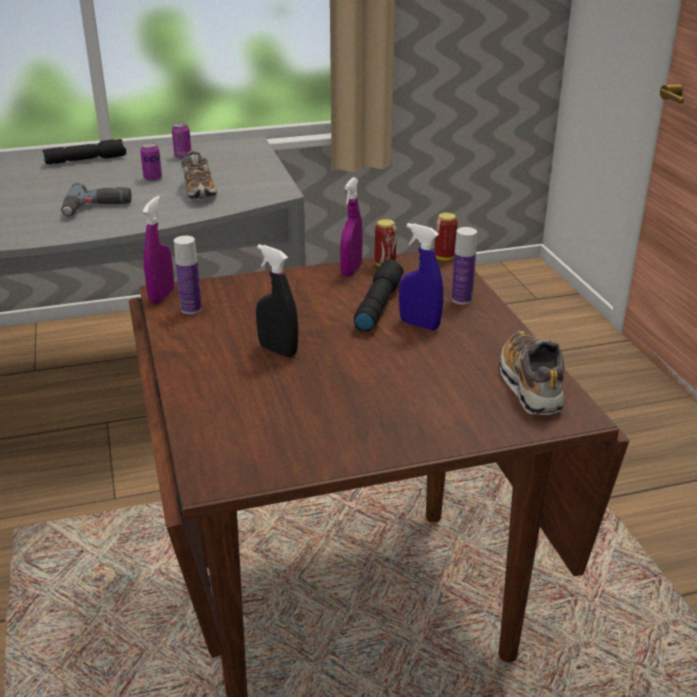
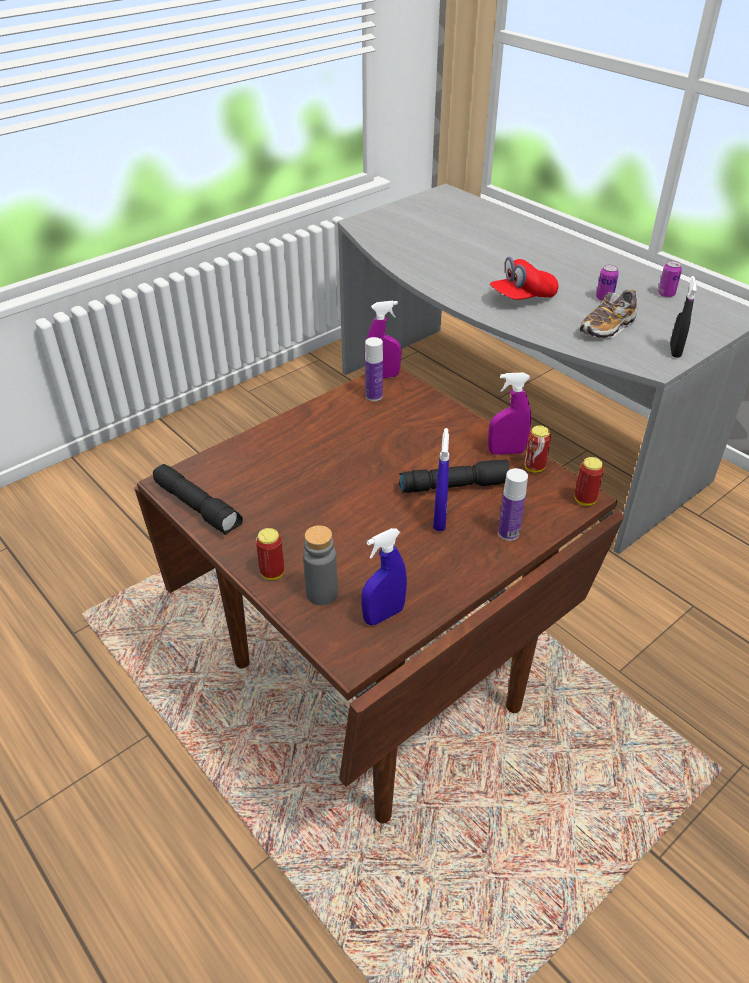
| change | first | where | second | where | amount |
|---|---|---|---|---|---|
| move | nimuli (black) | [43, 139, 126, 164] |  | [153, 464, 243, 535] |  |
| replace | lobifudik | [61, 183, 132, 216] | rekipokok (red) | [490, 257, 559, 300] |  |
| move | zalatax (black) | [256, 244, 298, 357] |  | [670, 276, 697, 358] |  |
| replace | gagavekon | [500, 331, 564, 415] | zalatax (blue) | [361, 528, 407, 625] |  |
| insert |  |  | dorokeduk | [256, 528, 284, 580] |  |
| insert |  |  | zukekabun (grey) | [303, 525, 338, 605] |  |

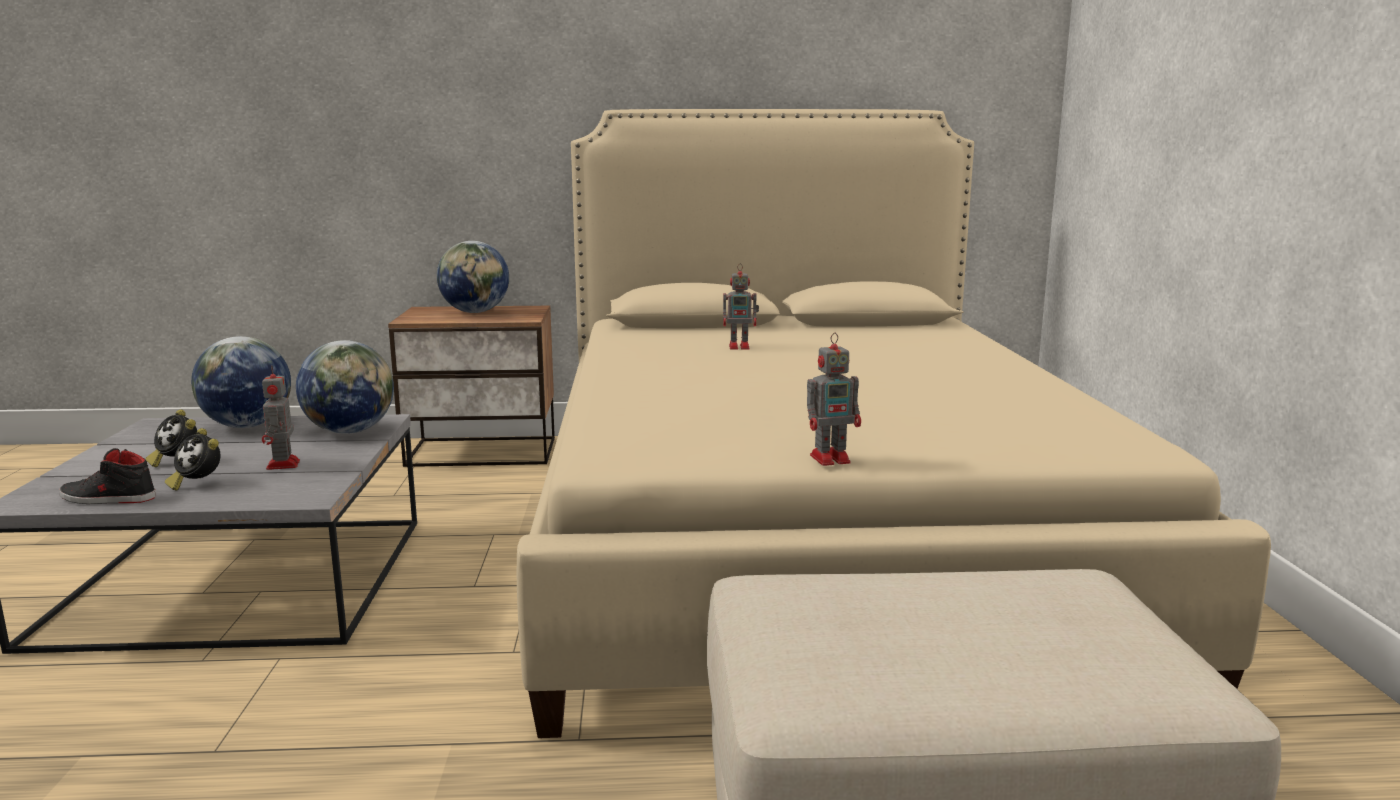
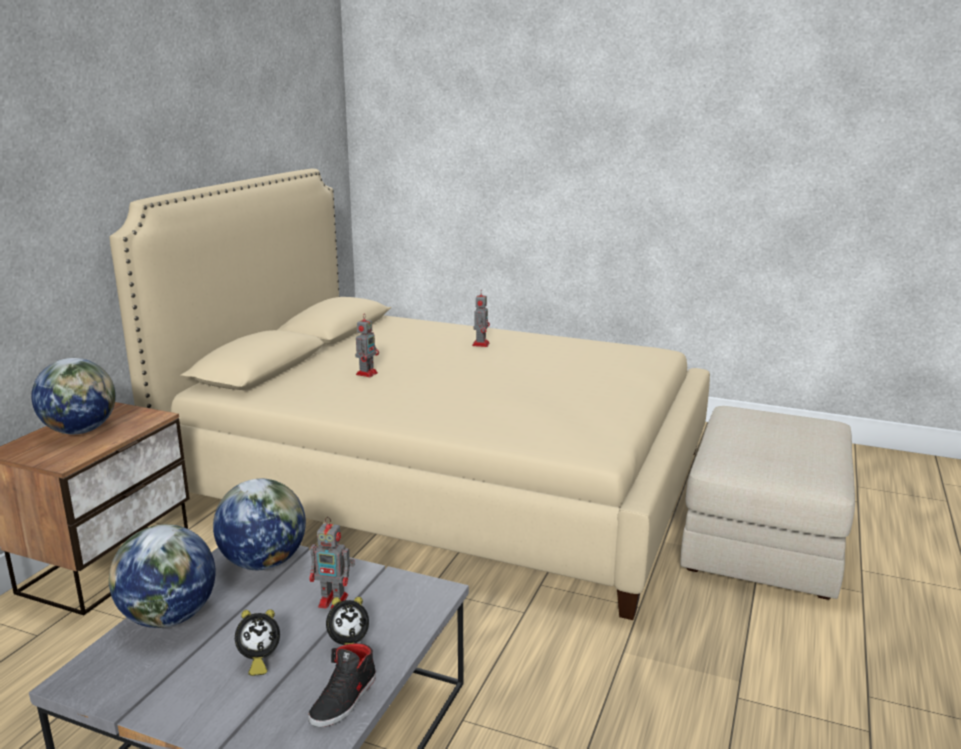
| change | first | where | second | where | amount |
|---|---|---|---|---|---|
| move | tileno | [807, 333, 861, 466] |  | [472, 290, 490, 347] |  |

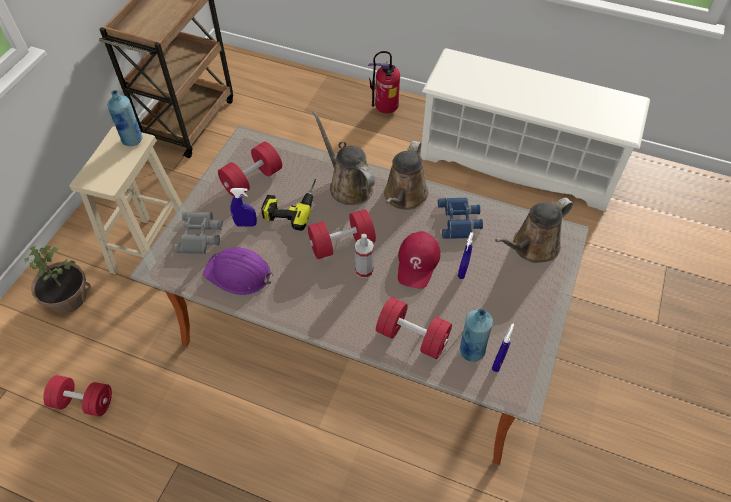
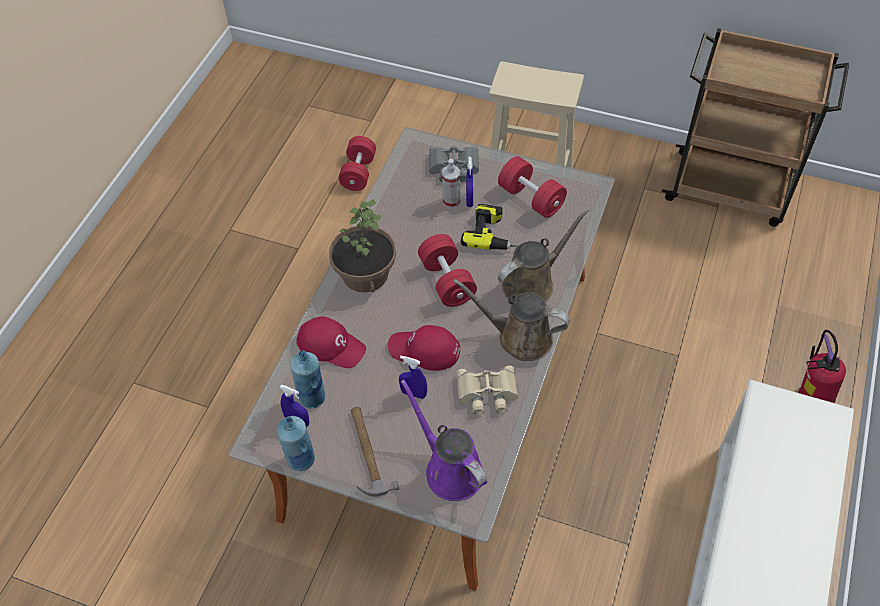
| change | first | where | second | where | amount |
|---|---|---|---|---|---|
| move | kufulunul | [24, 246, 91, 313] |  | [329, 199, 396, 293] |  |
| move | zukekabun (blue) | [107, 90, 142, 146] |  | [277, 416, 315, 471] |  |
| delete | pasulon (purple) | [203, 247, 273, 295] |  |  |  |
| move | zalatax | [355, 234, 374, 278] |  | [442, 159, 460, 208] |  |
| replace | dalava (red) | [376, 297, 452, 359] | rekipokok (red) | [296, 316, 366, 368] |  |
| recolor | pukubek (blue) | [438, 197, 483, 239] | pukubek (beige) | [457, 365, 518, 415] |  |
| recolor | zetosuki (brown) | [495, 197, 573, 263] | zetosuki (purple) | [401, 379, 487, 501] |  |
| insert |  |  | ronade | [351, 407, 399, 497] |  |

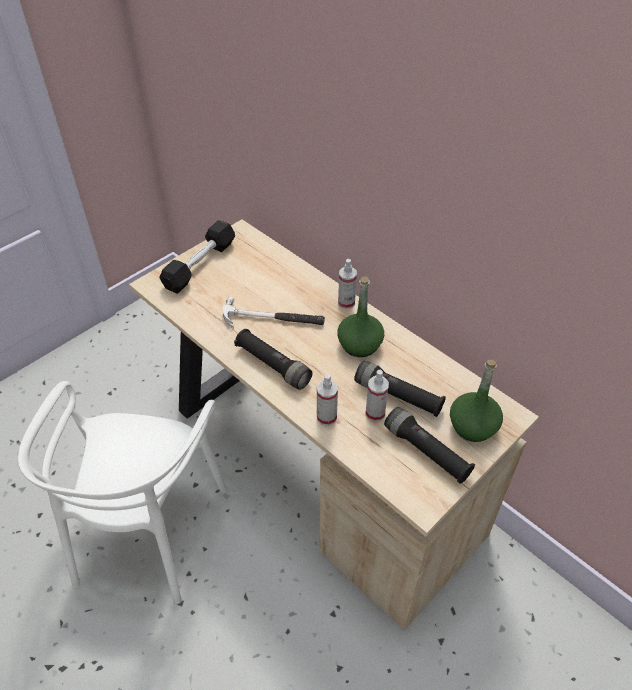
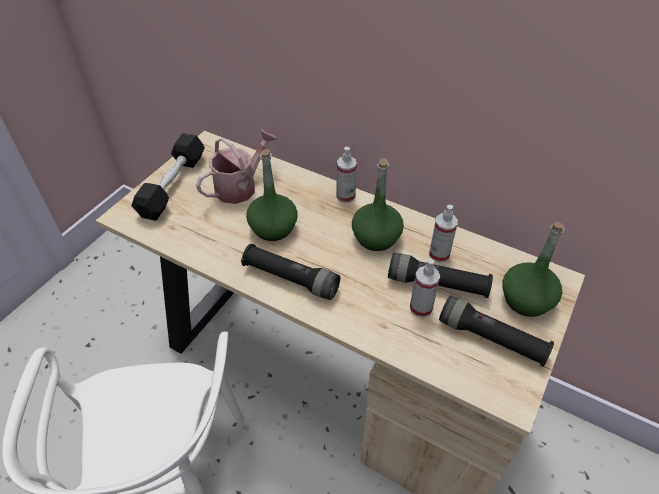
| change | first | where | second | where | amount |
|---|---|---|---|---|---|
| replace | ronade | [222, 297, 325, 328] | zukekabun (green) | [246, 149, 298, 241] |  |
| move | zalatax | [317, 374, 338, 426] |  | [429, 205, 458, 263] |  |
| insert |  |  | zetosuki | [196, 129, 277, 204] |  |

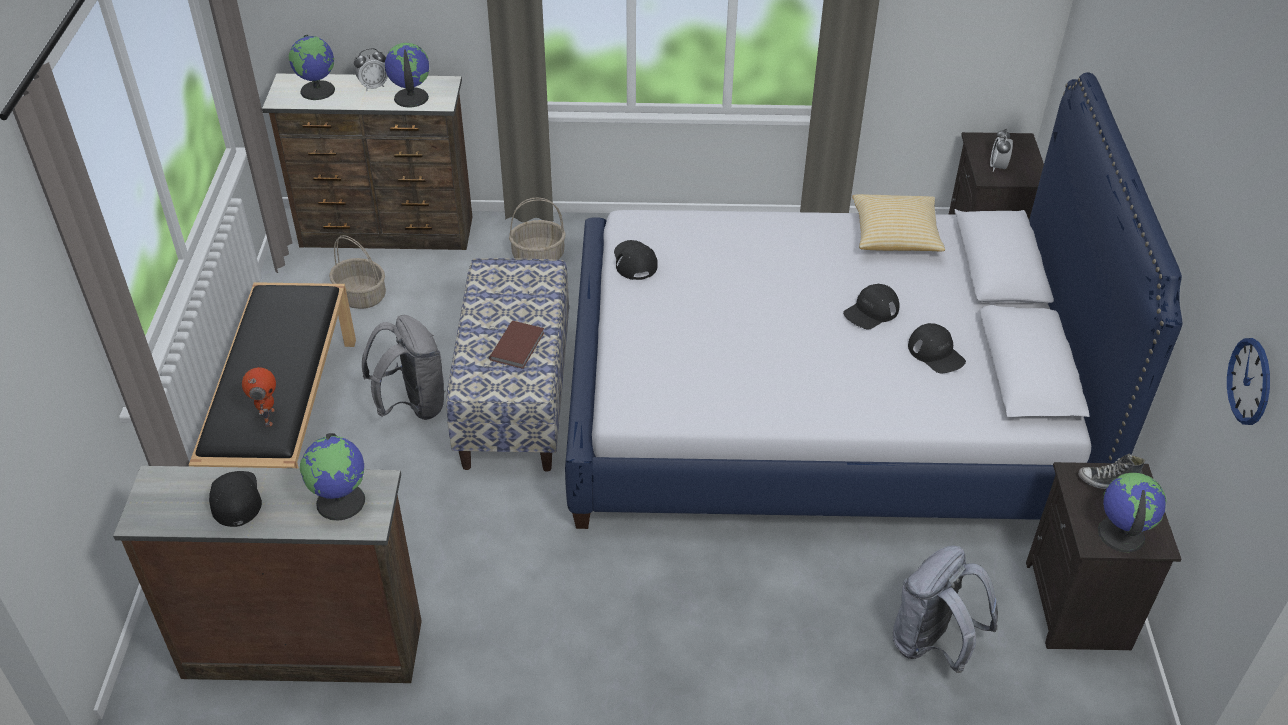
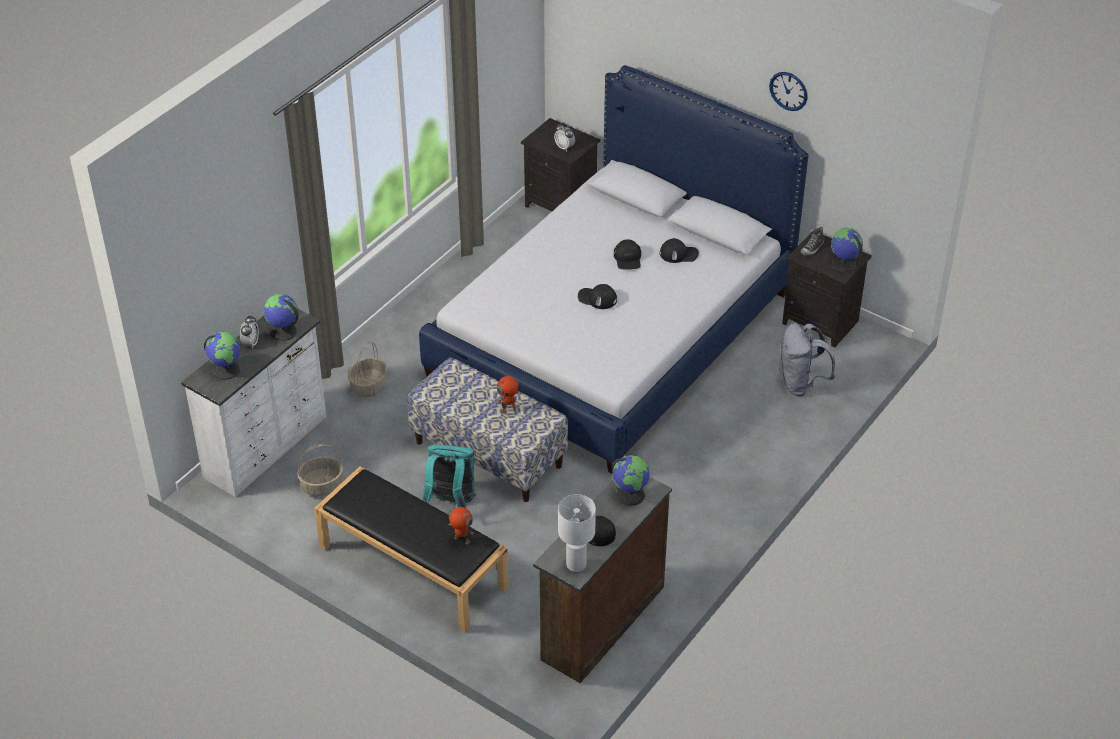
| change | first | where | second | where | amount |
|---|---|---|---|---|---|
| recolor | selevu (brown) | [262, 73, 472, 250] | selevu (white) | [181, 309, 327, 497] |  |
| recolor | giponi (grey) | [362, 315, 446, 420] | giponi (turquoise) | [423, 444, 476, 508] |  |
| replace | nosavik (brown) | [489, 321, 544, 369] | tileno | [497, 376, 519, 414] |  |
| move | rekipokok (black) | [614, 240, 658, 280] |  | [578, 284, 617, 309] |  |
| delete | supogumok | [852, 194, 945, 251] |  |  |  |
| move | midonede | [1227, 338, 1270, 425] |  | [769, 72, 808, 111] |  |
| insert |  |  | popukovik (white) | [558, 494, 596, 572] |  |

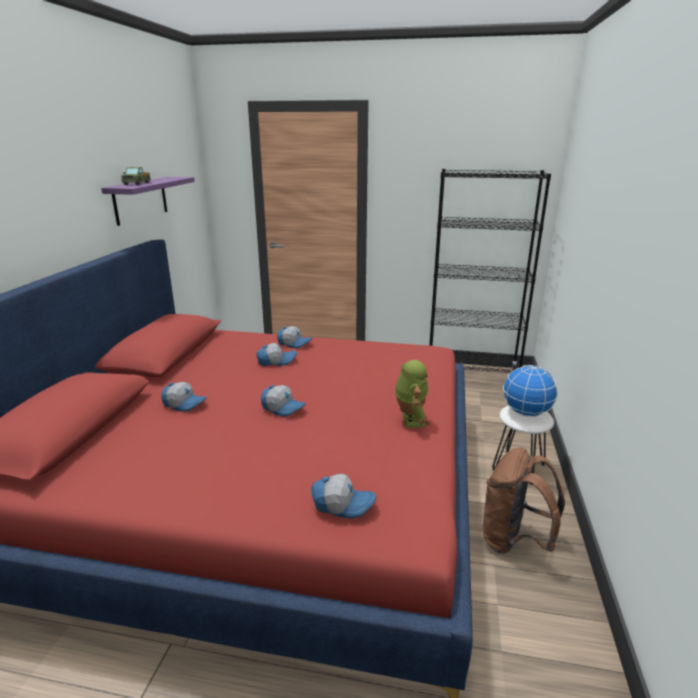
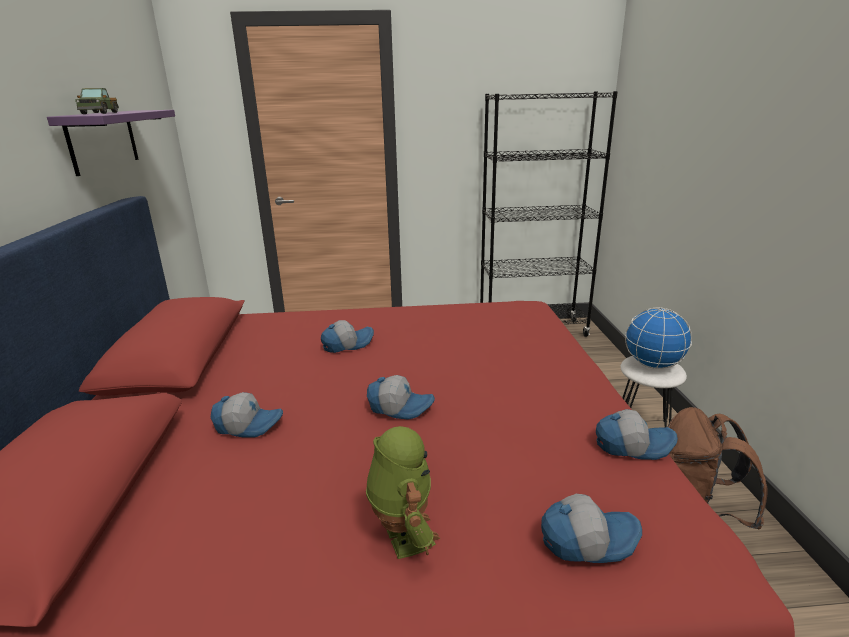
| change | first | where | second | where | amount |
|---|---|---|---|---|---|
| move | rekipokok | [277, 326, 312, 348] |  | [596, 409, 678, 460] |  |
| move | tileno | [395, 360, 430, 428] |  | [366, 426, 440, 559] |  |

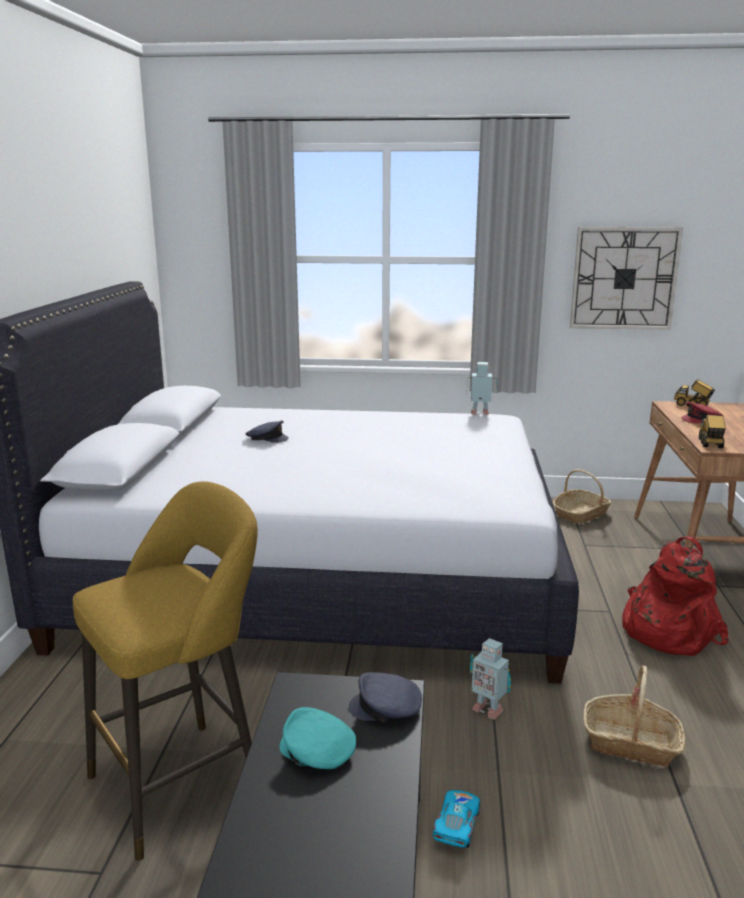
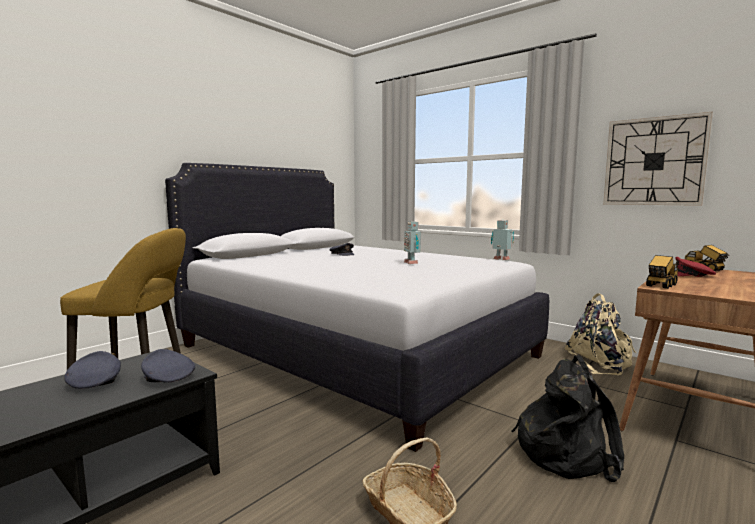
| change | first | where | second | where | amount |
|---|---|---|---|---|---|
| recolor | rekipokok (turquoise) | [279, 707, 356, 769] | rekipokok (grey) | [64, 351, 121, 389] |  |
| delete | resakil | [433, 790, 480, 848] |  |  |  |
| move | tileno | [470, 638, 511, 720] |  | [404, 221, 421, 264] |  |
| replace | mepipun | [553, 469, 611, 524] | giponi (beige) | [565, 293, 636, 375] |  |
| recolor | giponi (red) | [622, 536, 729, 656] | giponi (black) | [511, 355, 624, 482] |  |

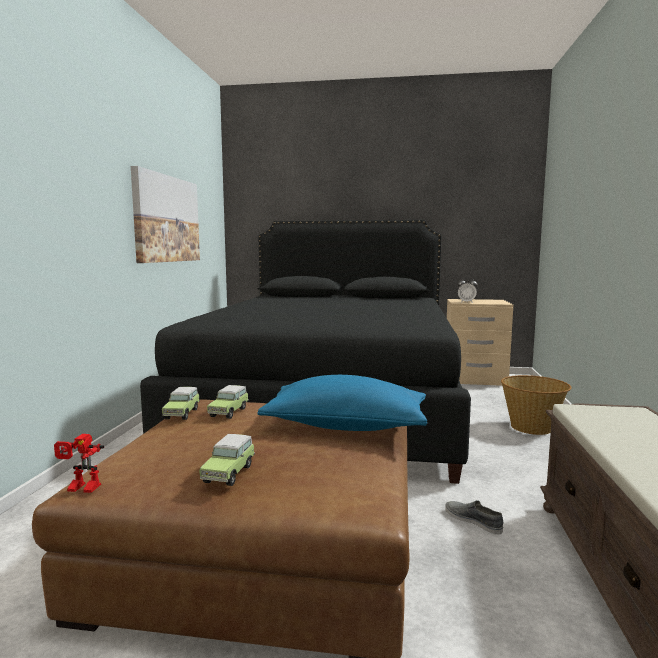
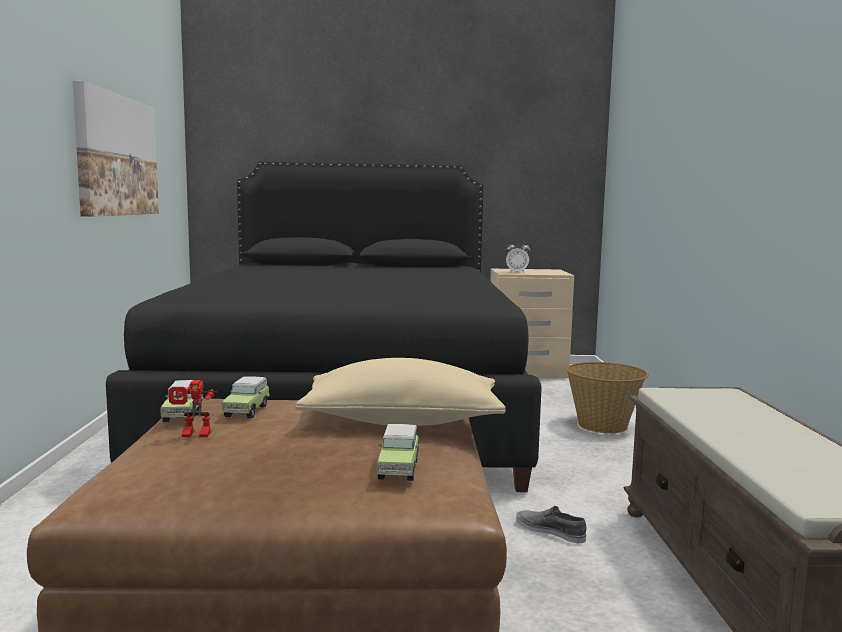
| change | first | where | second | where | amount |
|---|---|---|---|---|---|
| move | tileno | [54, 434, 104, 493] |  | [169, 380, 217, 437] |  |
| move | resakil | [199, 434, 255, 486] |  | [377, 424, 420, 481] |  |
| recolor | supogumok (blue) | [257, 375, 427, 431] | supogumok (beige) | [296, 358, 506, 426] |  |

